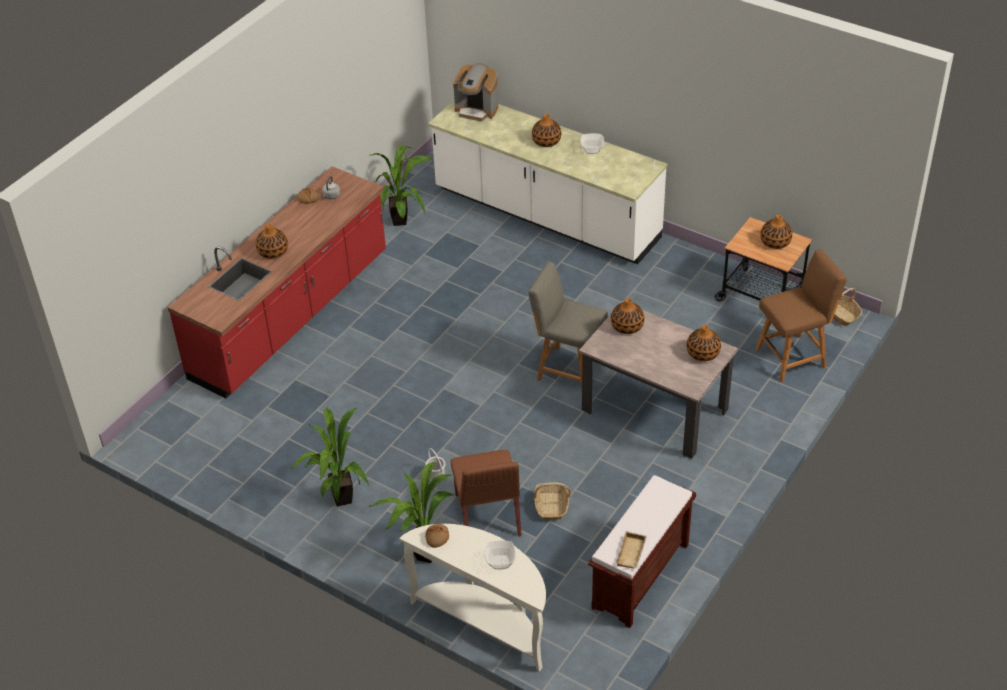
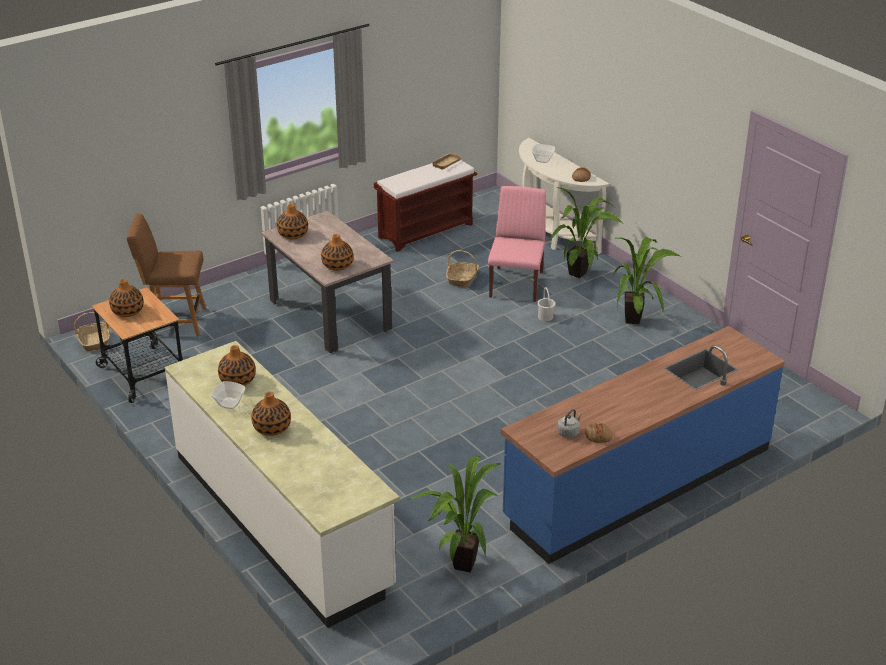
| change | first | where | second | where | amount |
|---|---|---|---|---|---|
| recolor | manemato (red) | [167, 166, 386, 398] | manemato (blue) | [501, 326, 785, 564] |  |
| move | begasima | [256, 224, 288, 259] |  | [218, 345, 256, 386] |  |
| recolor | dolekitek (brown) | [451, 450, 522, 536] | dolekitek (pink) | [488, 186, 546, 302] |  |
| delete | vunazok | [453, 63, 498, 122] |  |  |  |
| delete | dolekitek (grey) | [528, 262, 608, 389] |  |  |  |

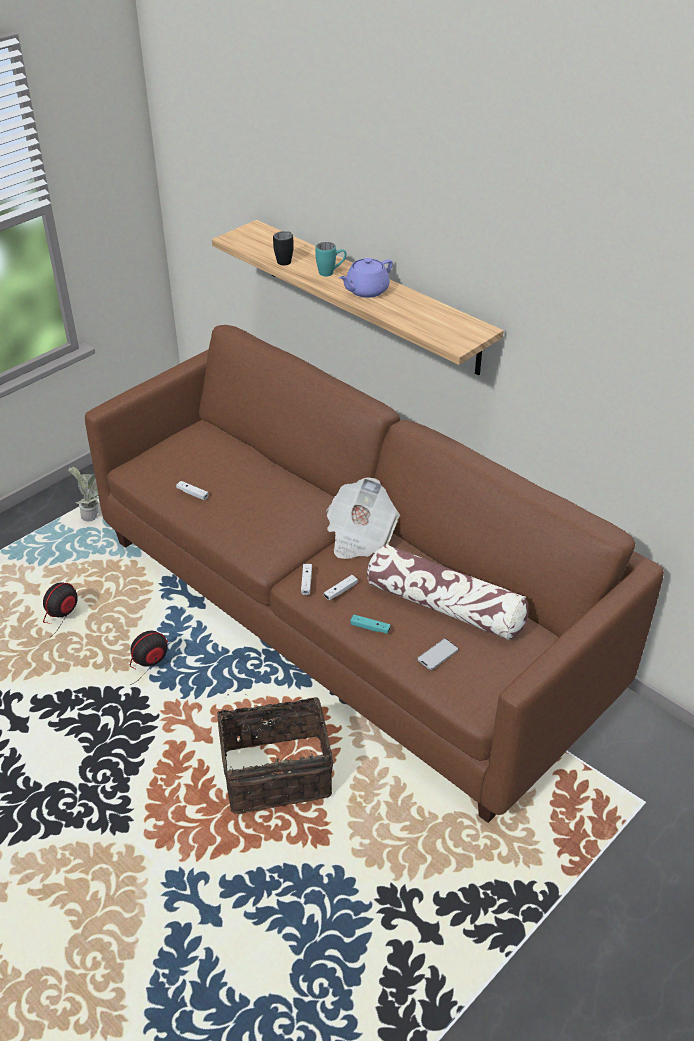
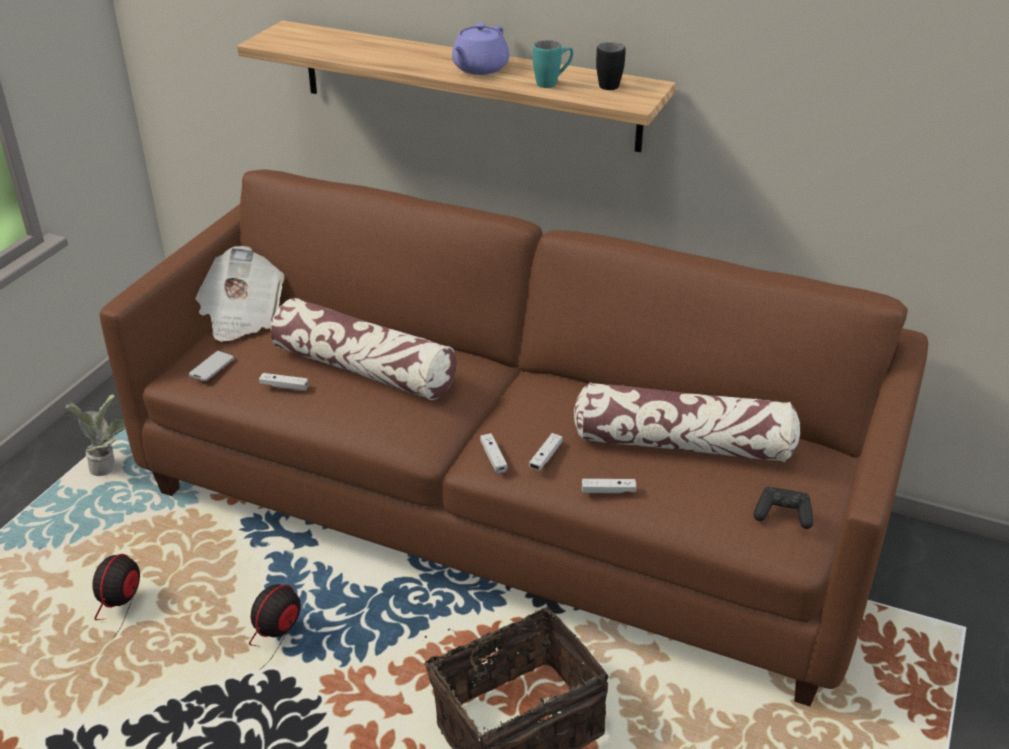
| change | first | where | second | where | amount |
|---|---|---|---|---|---|
| move | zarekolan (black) | [273, 231, 294, 265] |  | [596, 42, 626, 90] |  |
| move | zarekolan (turquoise) | [315, 242, 346, 277] |  | [533, 40, 573, 88] |  |
| move | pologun | [326, 477, 400, 559] |  | [195, 246, 285, 342] |  |
| recolor | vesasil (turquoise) | [350, 615, 391, 634] | vesasil (white) | [582, 479, 636, 493] |  |
| move | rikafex | [417, 638, 458, 670] |  | [189, 351, 235, 381] |  |
| insert |  |  | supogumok | [270, 298, 457, 400] |  |
| insert |  |  | vesasil (black) | [753, 487, 813, 529] |  |

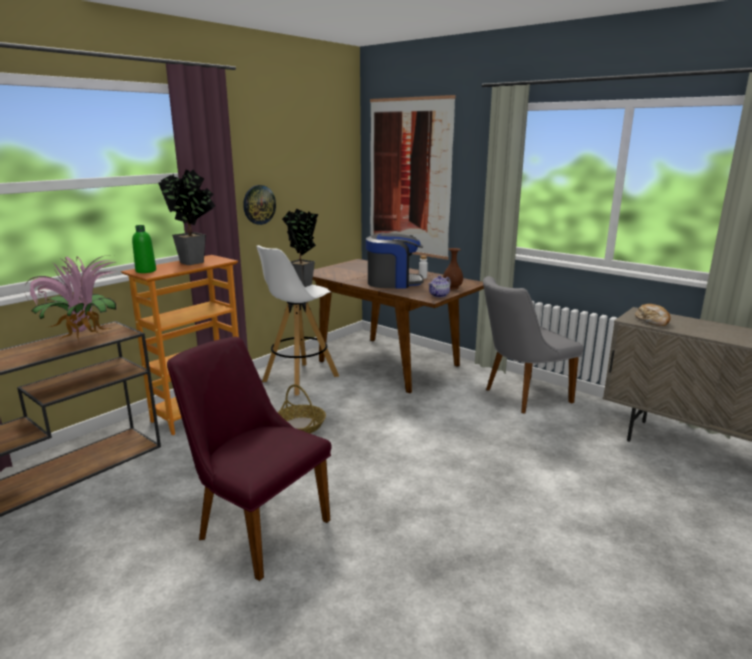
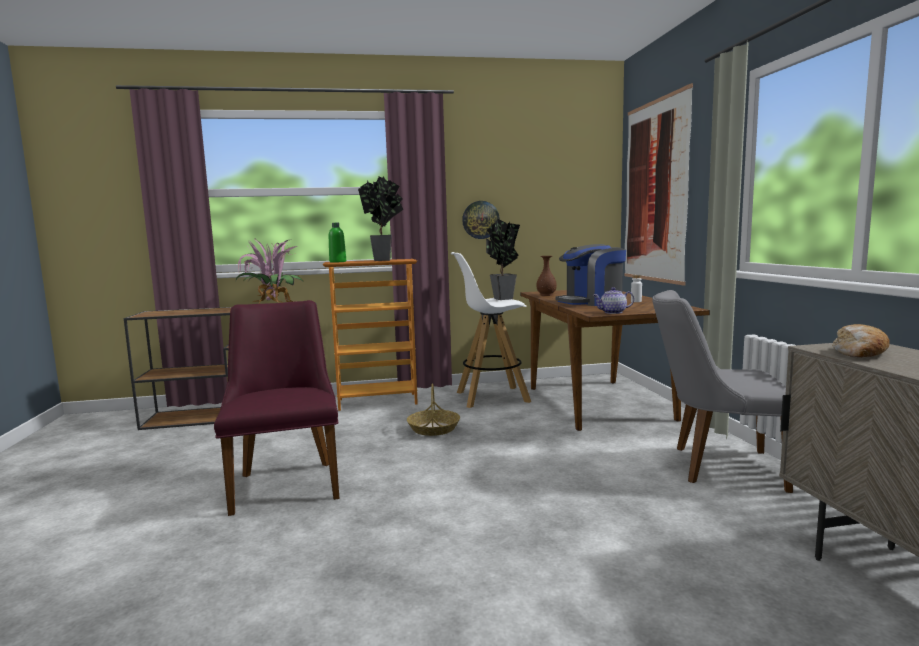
| change | first | where | second | where | amount |
|---|---|---|---|---|---|
| rotate | vunazok | [366, 233, 424, 289] |  | [556, 244, 626, 306] | 120 degrees clockwise |
| move | begasima (brown) | [443, 248, 463, 290] |  | [536, 256, 557, 296] |  |

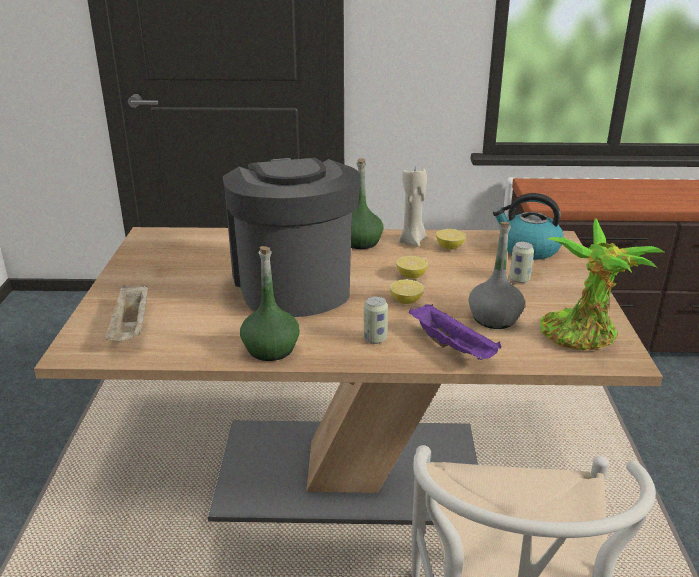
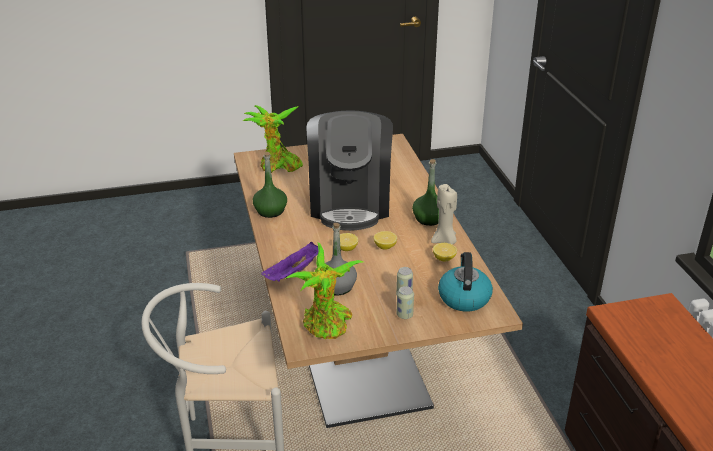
| change | first | where | second | where | amount |
|---|---|---|---|---|---|
| replace | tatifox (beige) | [105, 284, 148, 341] | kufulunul | [243, 105, 303, 173] |  |
| rotate | vunazok | [223, 158, 361, 317] |  | [306, 110, 393, 231] | 120 degrees clockwise |
| move | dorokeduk | [364, 296, 388, 344] |  | [397, 286, 414, 319] |  |

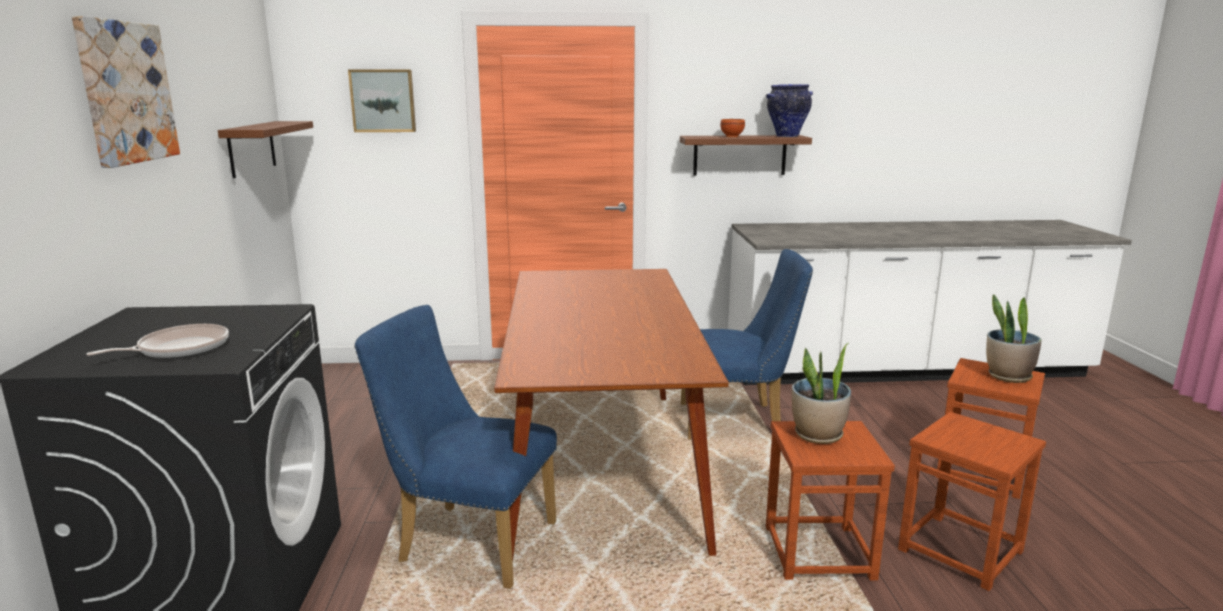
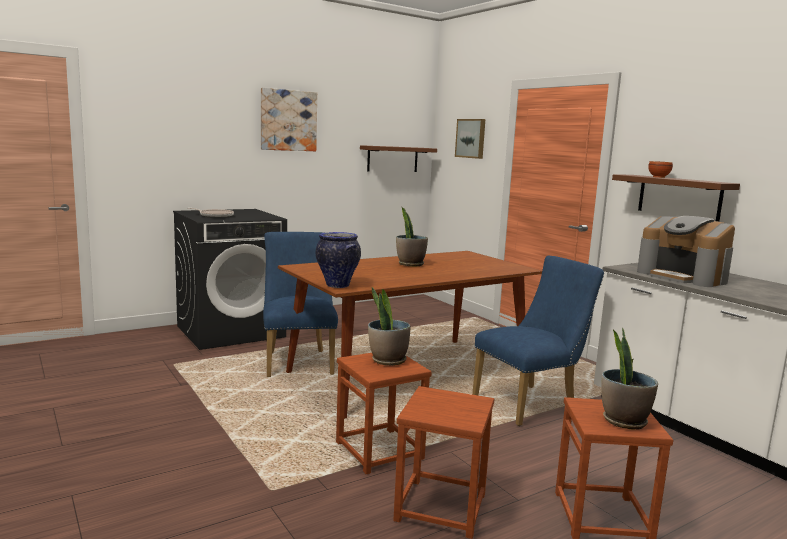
| change | first | where | second | where | amount |
|---|---|---|---|---|---|
| rotate | dolekitek (blue) | [681, 249, 813, 440] |  | [472, 256, 604, 426] | 90 degrees counterclockwise |
| move | begasima | [766, 84, 813, 137] |  | [316, 232, 361, 288] |  |
| insert |  |  | kufulunul | [396, 207, 428, 266] |  |
| insert |  |  | vunazok | [637, 216, 735, 287] |  |

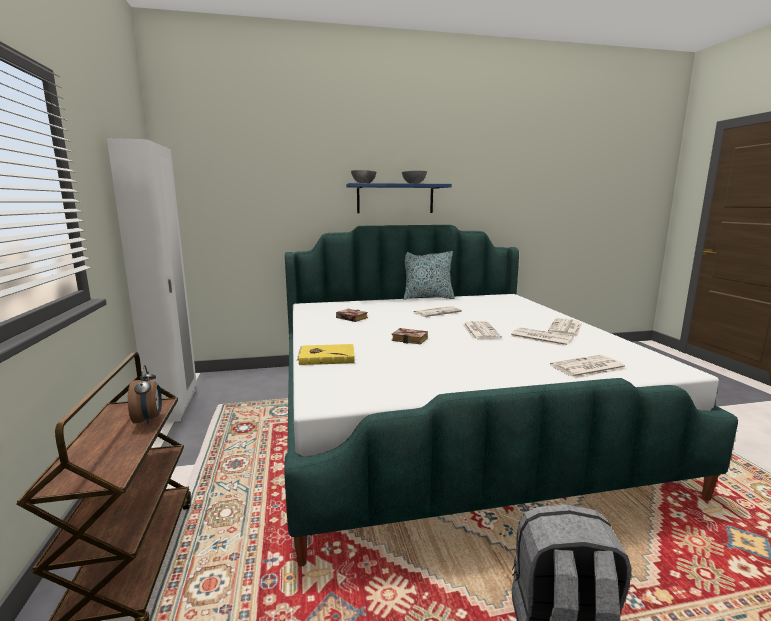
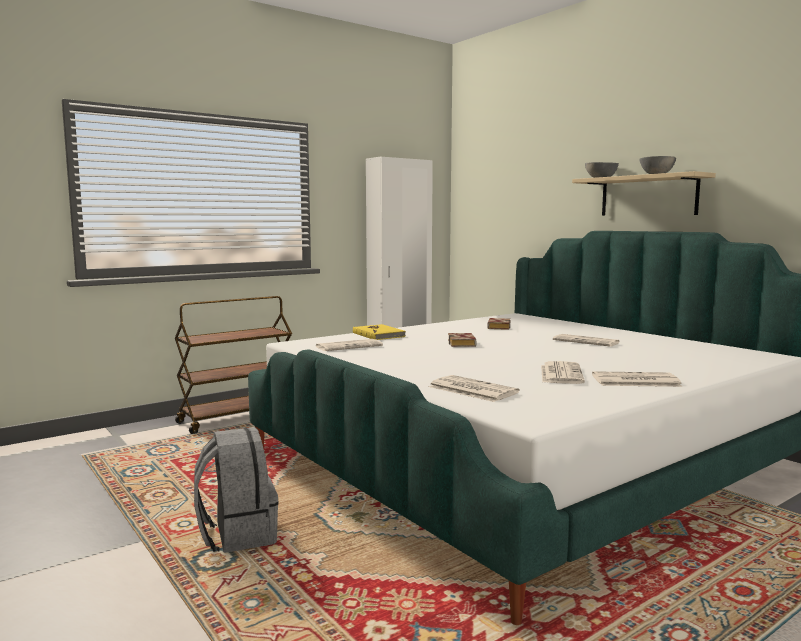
| change | first | where | second | where | amount |
|---|---|---|---|---|---|
| delete | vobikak | [128, 365, 162, 425] |  |  |  |
| recolor | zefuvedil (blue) | [346, 183, 452, 213] | zefuvedil (beige) | [572, 171, 716, 216] |  |
| delete | supogumok | [404, 251, 455, 300] |  |  |  |
| move | pologun | [463, 321, 502, 339] |  | [315, 339, 383, 351] |  |

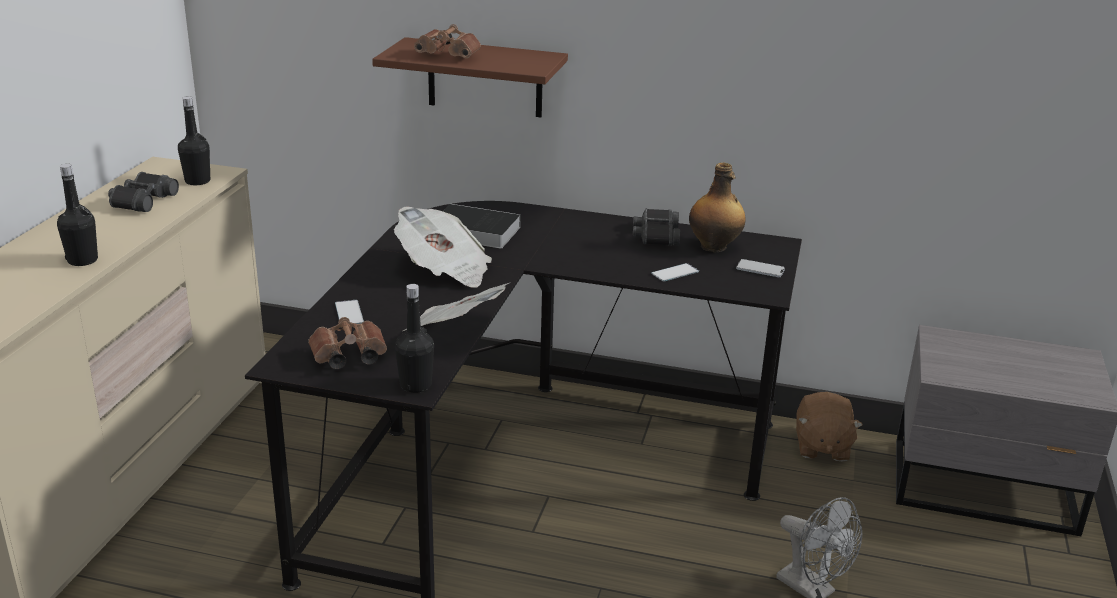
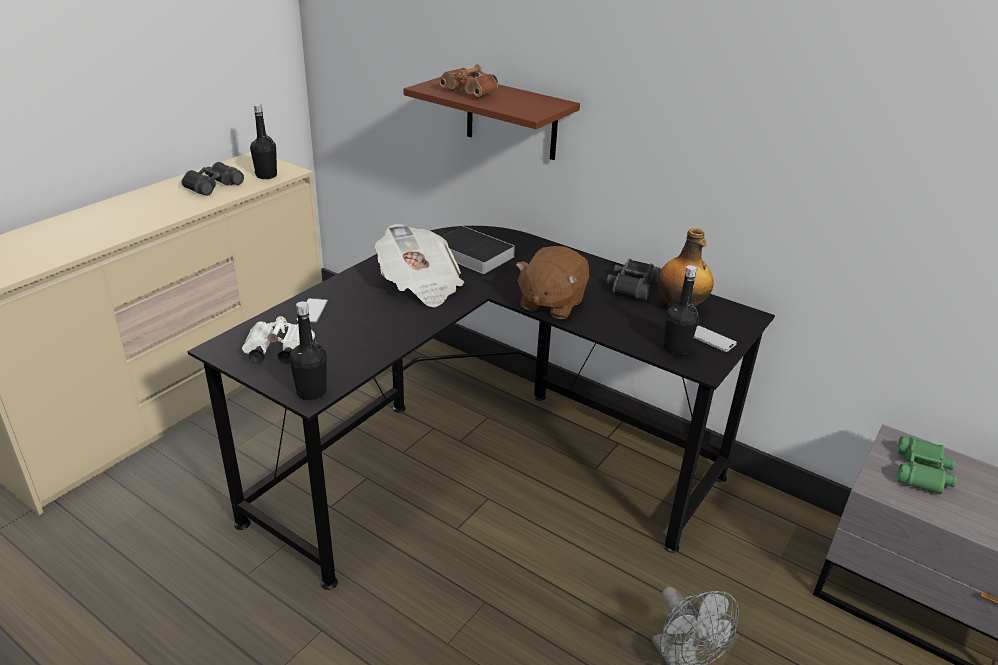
| change | first | where | second | where | amount |
|---|---|---|---|---|---|
| move | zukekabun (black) | [57, 164, 98, 266] |  | [663, 265, 699, 355] |  |
| recolor | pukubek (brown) | [308, 317, 387, 369] | pukubek (white) | [242, 316, 315, 364] |  |
| delete | pologun | [403, 283, 509, 331] |  |  |  |
| delete | rikafex | [651, 263, 699, 282] |  |  |  |
| move | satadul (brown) | [796, 392, 863, 461] |  | [516, 246, 589, 319] |  |
| insert |  |  | pukubek (green) | [896, 436, 957, 494] |  |

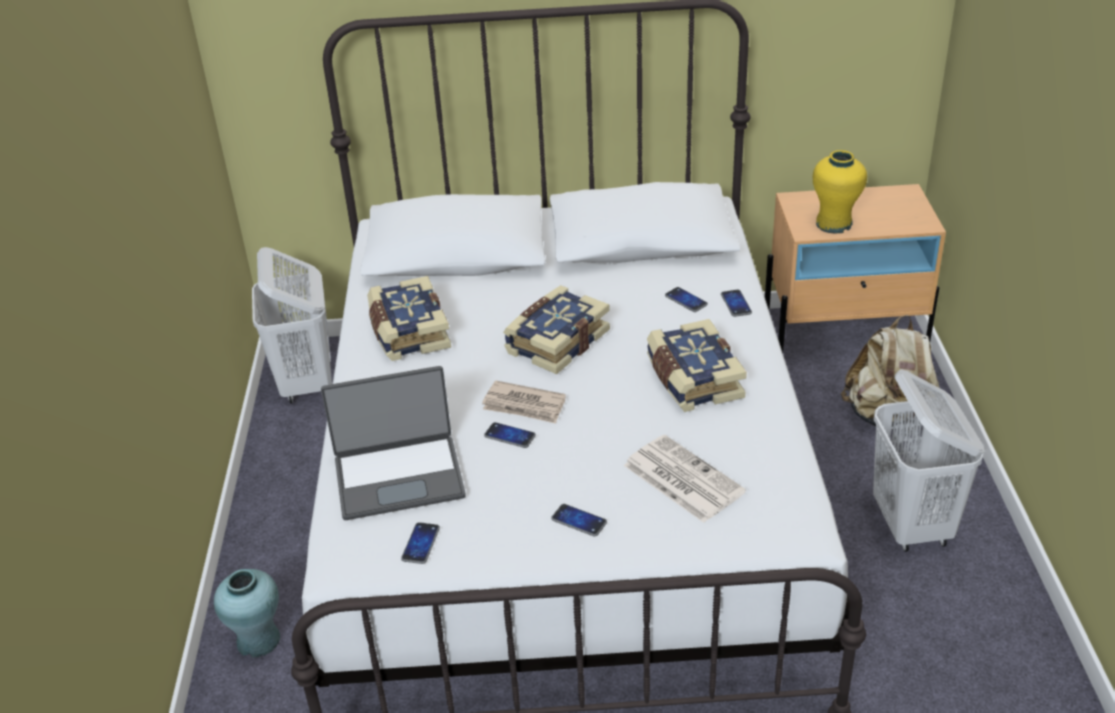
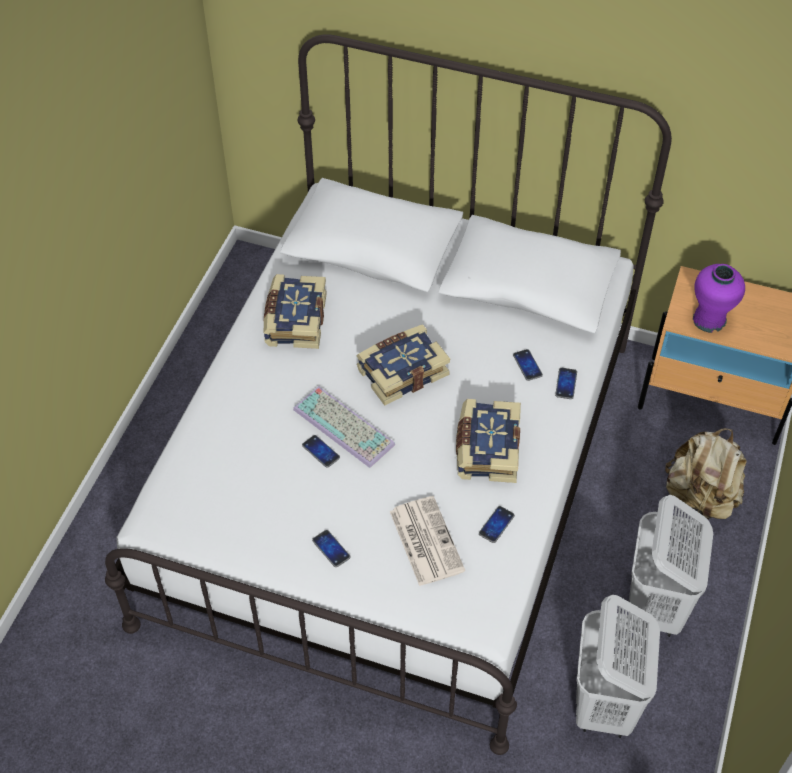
| change | first | where | second | where | amount |
|---|---|---|---|---|---|
| delete | begasima (turquoise) | [214, 569, 280, 658] |  |  |  |
| move | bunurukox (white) | [252, 247, 332, 404] |  | [576, 595, 660, 738] |  |
| delete | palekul | [321, 366, 466, 520] |  |  |  |
| move | rikafex | [401, 522, 440, 564] |  | [479, 506, 515, 543] |  |
| replace | pologun | [482, 381, 566, 424] | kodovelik | [293, 386, 395, 468] |  |
| recolor | begasima (yellow) | [813, 150, 867, 233] | begasima (purple) | [693, 264, 745, 333] |  |

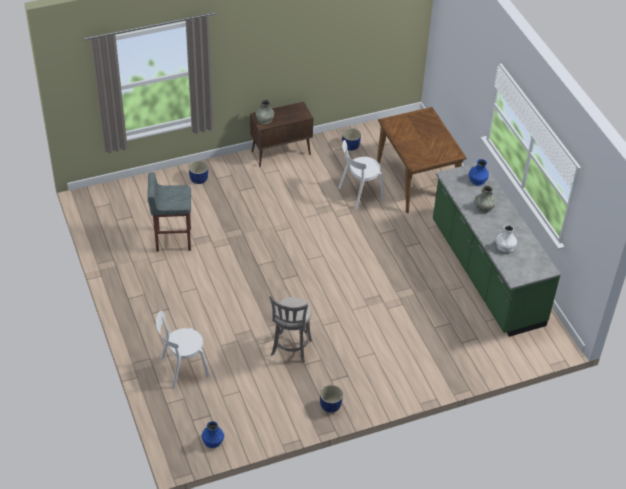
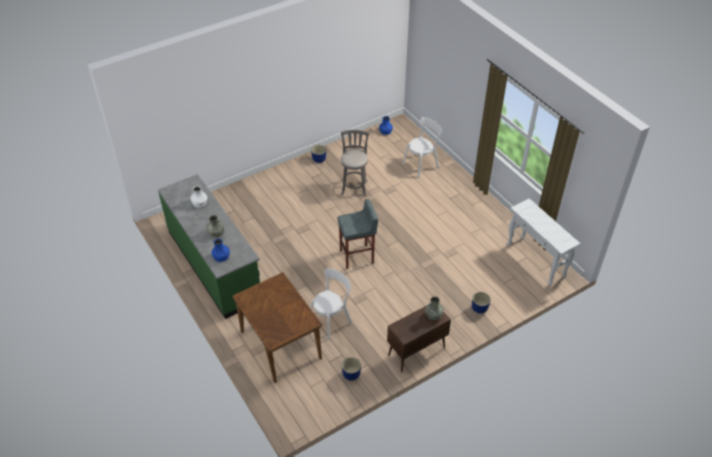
| change | first | where | second | where | amount |
|---|---|---|---|---|---|
| move | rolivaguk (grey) | [147, 172, 191, 252] |  | [337, 199, 378, 269] |  |
| insert |  |  | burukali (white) | [507, 198, 580, 286] |  |

